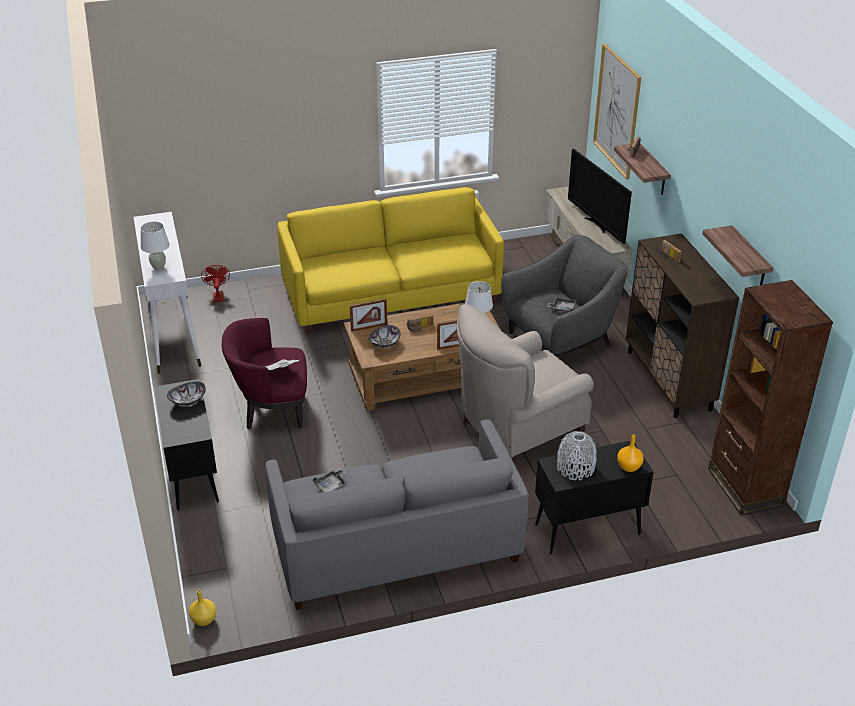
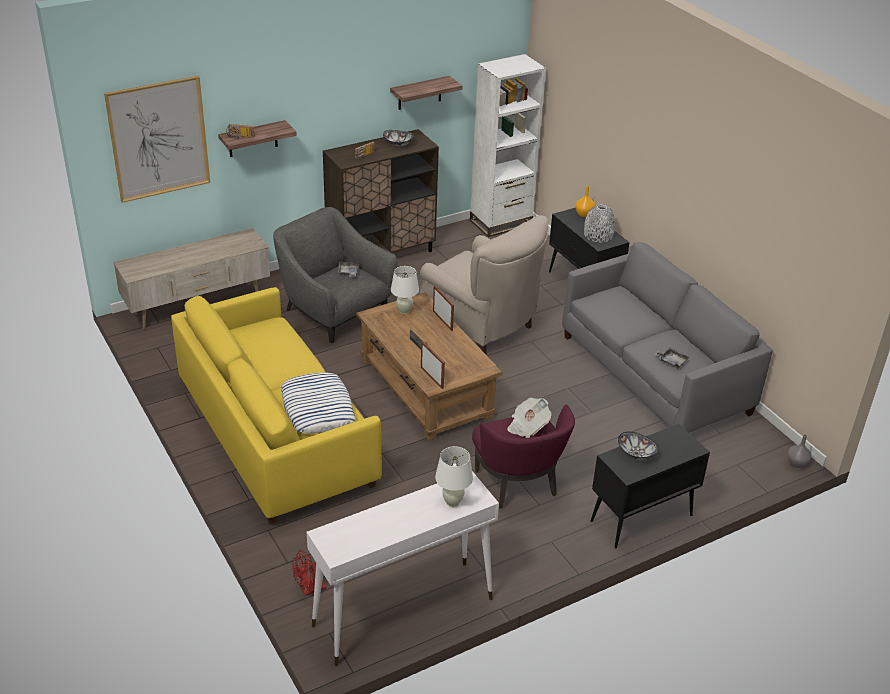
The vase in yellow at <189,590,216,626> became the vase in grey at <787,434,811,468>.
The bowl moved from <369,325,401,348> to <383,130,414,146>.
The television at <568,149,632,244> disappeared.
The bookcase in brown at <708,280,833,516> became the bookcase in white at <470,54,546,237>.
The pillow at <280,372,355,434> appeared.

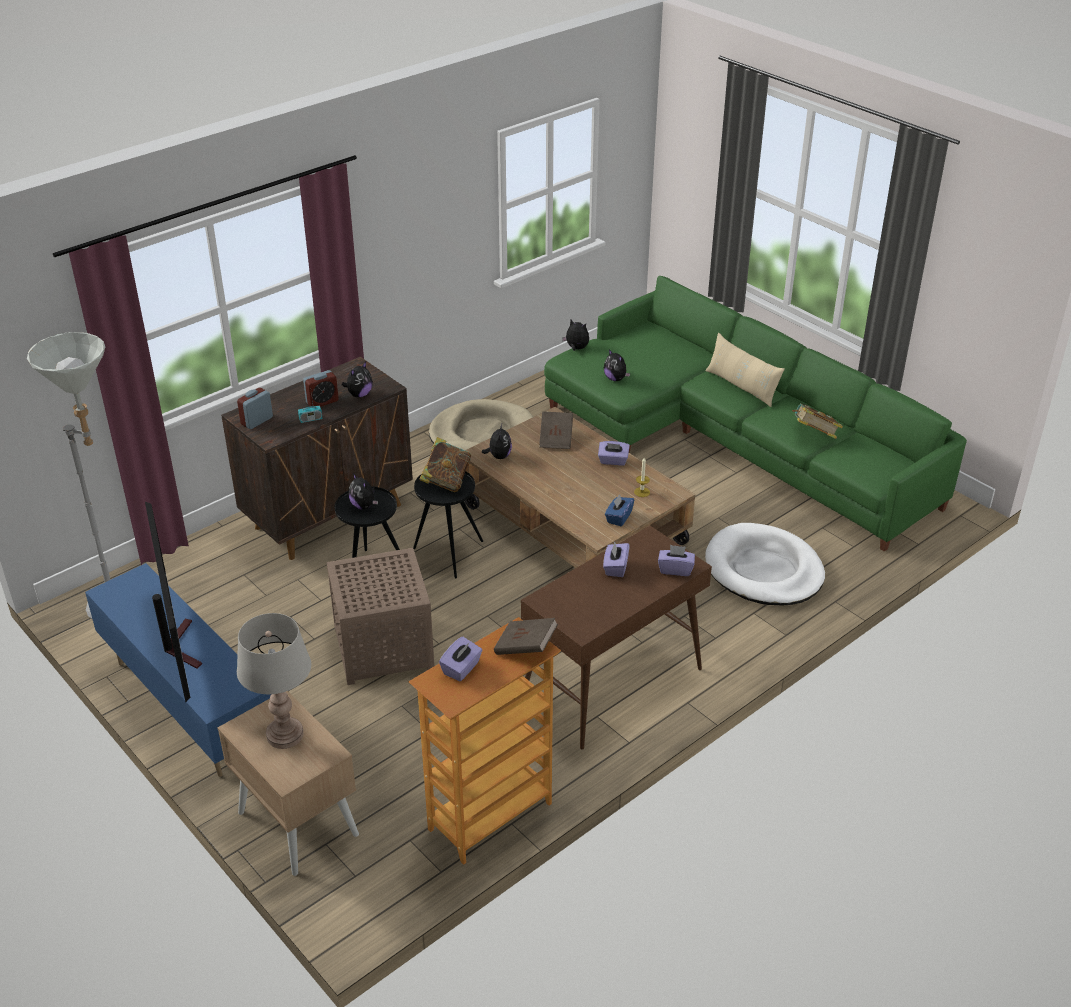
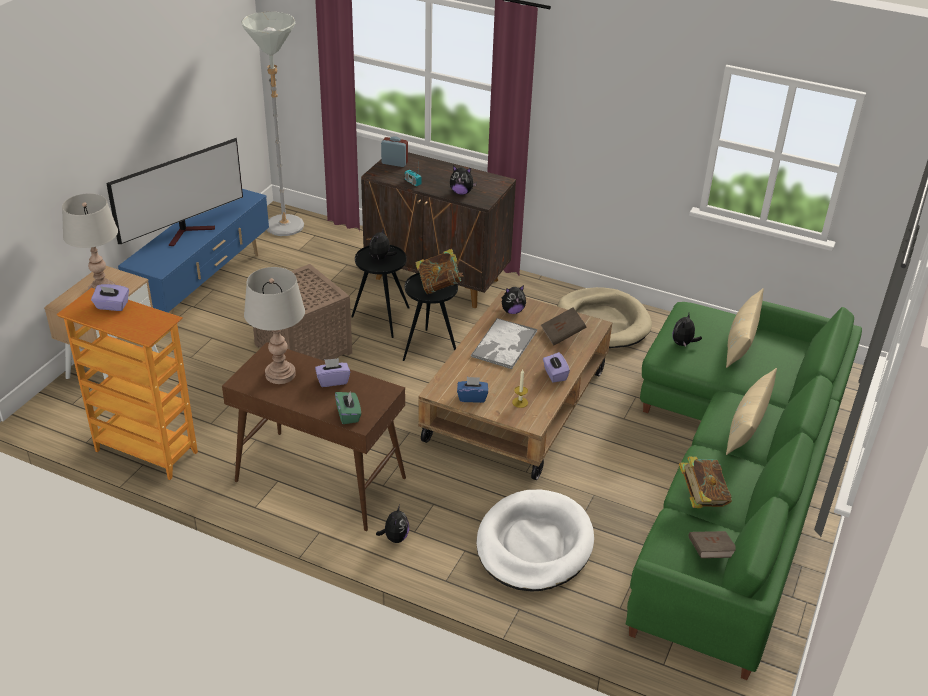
The alarm clock at <303,370,339,407> disappeared.
The book in brown moved from <494,618,558,655> to <688,531,735,558>.
The plush toy moved from <562,320,589,351> to <376,505,409,543>.
The tissue box in purple at <658,545,695,576> became the tissue box in green at <335,390,361,424>.
The table lamp in grey at <244,267,305,384> appeared.
The tray at <471,318,537,369> appeared.
The pillow in beige at <726,288,764,368> appeared.

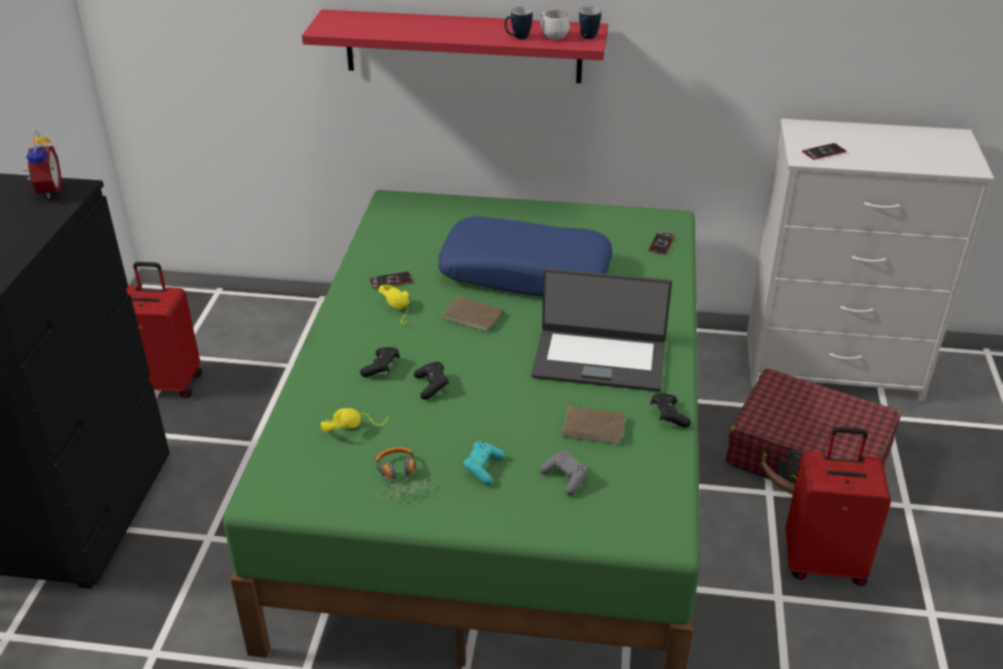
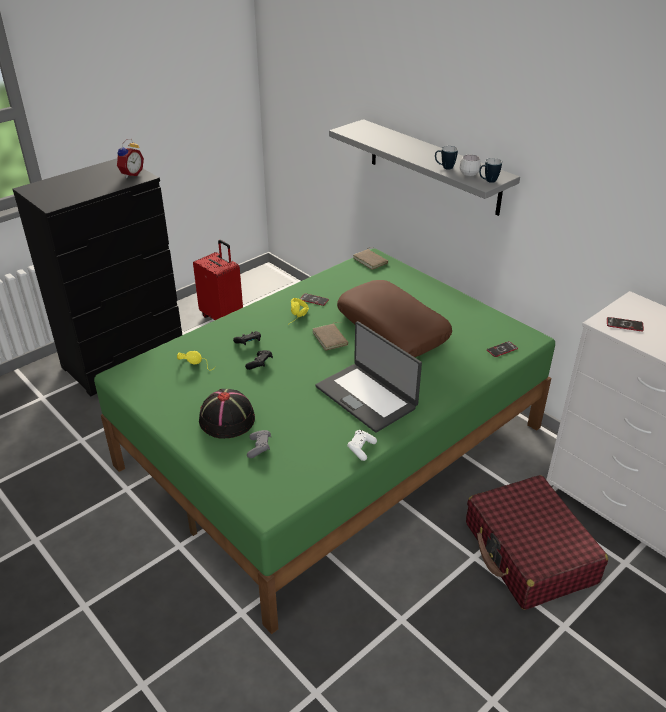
The shelf in red at <302,10,608,83> became the shelf in grey at <329,119,520,216>.
The headphones at <376,447,433,500> disappeared.
The pillow in blue at <438,216,612,297> became the pillow in brown at <337,280,452,357>.
The game controller in turquoise at <463,441,506,485> was replaced by the hat in black at <199,389,255,439>.
The book in brown moved from <561,398,625,445> to <353,247,388,270>.
The game controller in black at <650,393,691,428> became the game controller in white at <347,430,377,461>.
The suitcase in red at <785,427,891,586> disappeared.

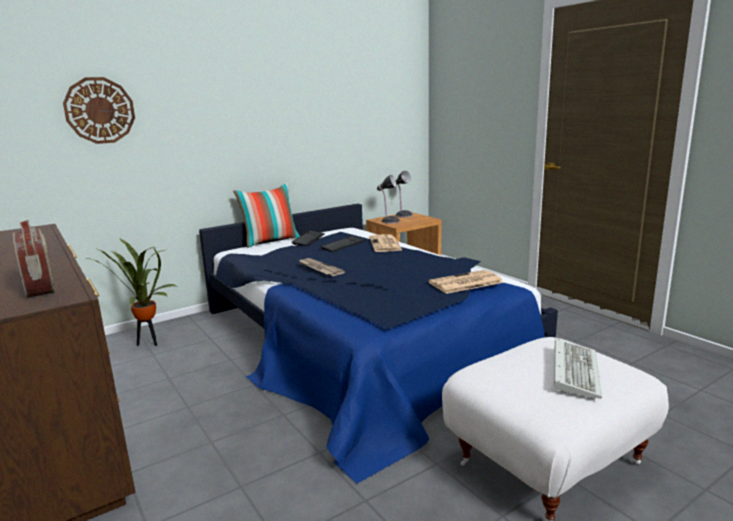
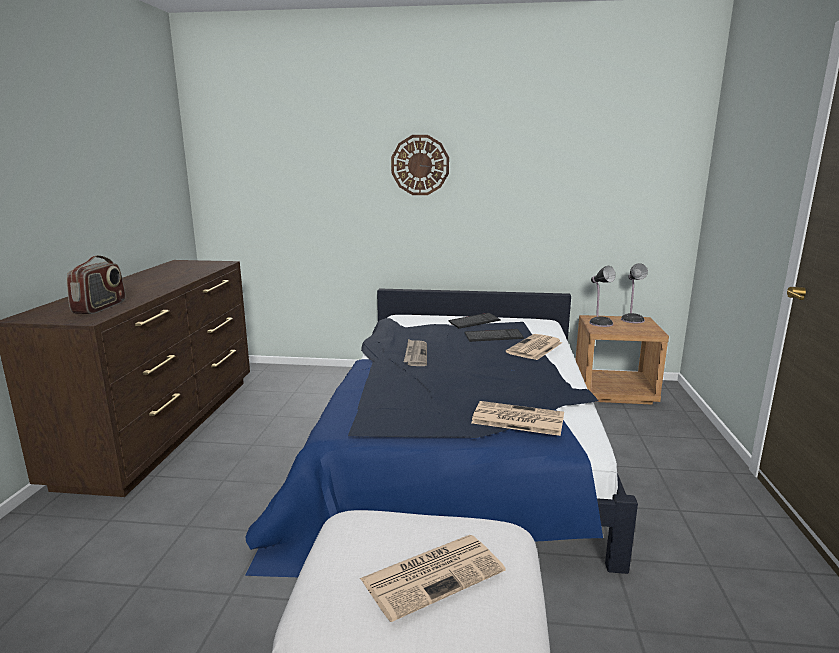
The wall clock moved from <63,77,135,144> to <391,135,449,195>.
The potted plant at <84,238,176,346> disappeared.
The pillow at <233,183,300,248> disappeared.
The keyboard at <554,338,602,399> was replaced by the newspaper at <360,535,505,622>.

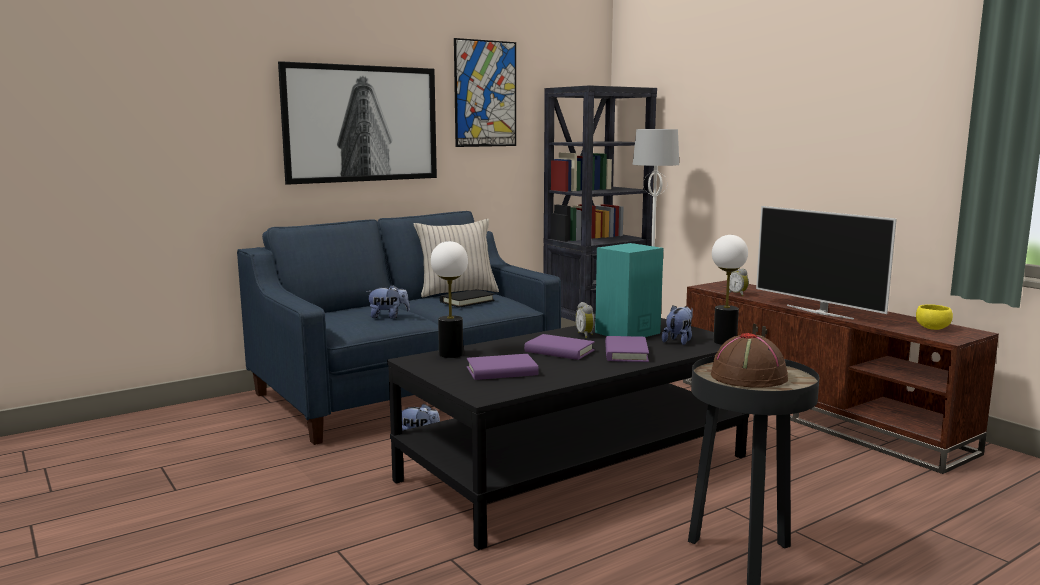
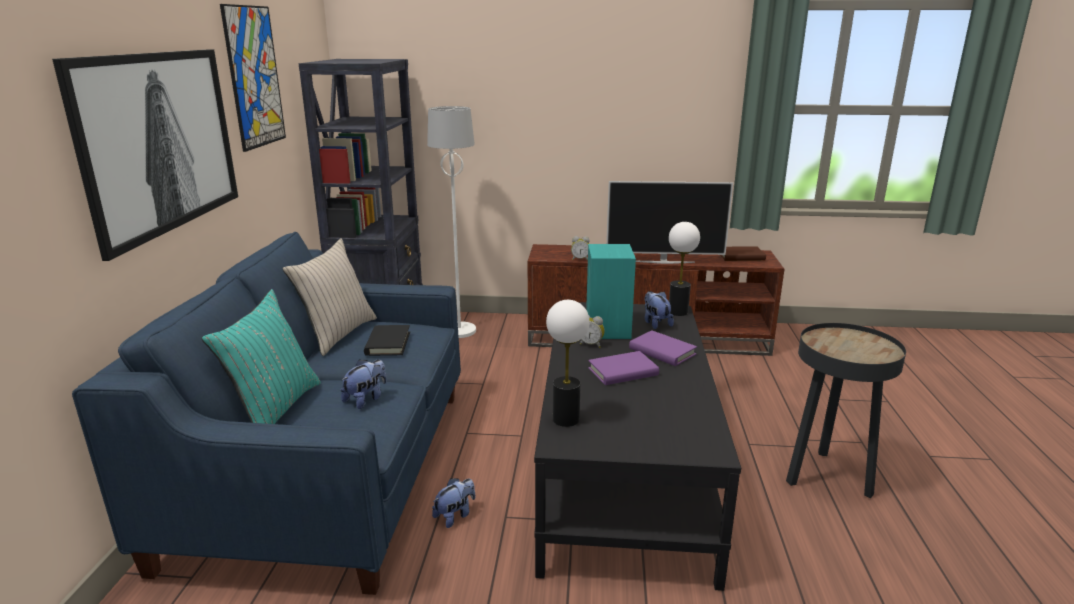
The book in purple at <467,354,539,380> disappeared.
The hat in brown at <711,332,788,388> disappeared.
The bowl in yellow at <916,304,953,330> was replaced by the book in brown at <720,246,766,261>.
The pillow in turquoise at <202,289,321,424> appeared.

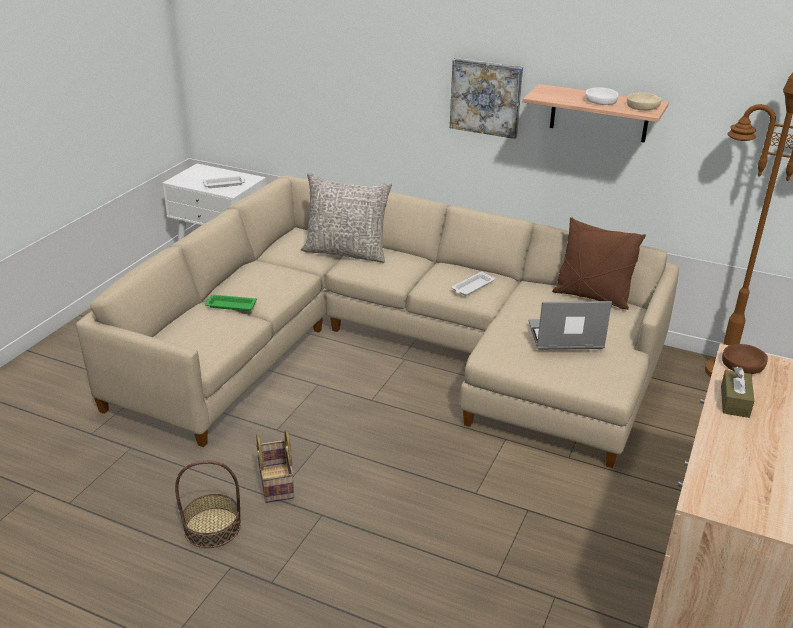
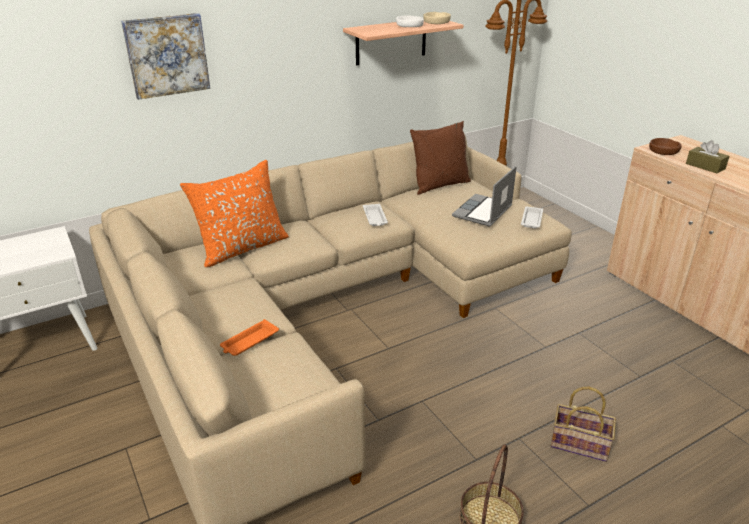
The tray in white moved from <203,176,246,188> to <521,207,543,229>.
The tray in green at <205,295,257,311> became the tray in orange at <220,319,279,356>.
The basket moved from <256,430,294,503> to <551,387,616,462>.
The pillow in grey at <301,173,392,263> became the pillow in orange at <180,160,289,267>.
The picture moved from <450,58,523,139> to <121,13,210,100>.

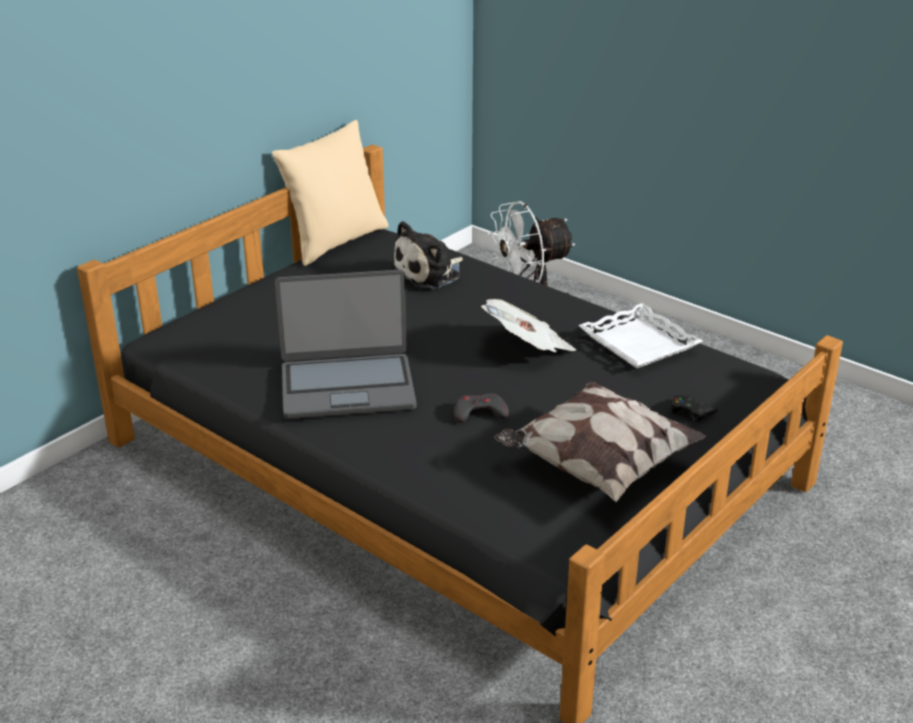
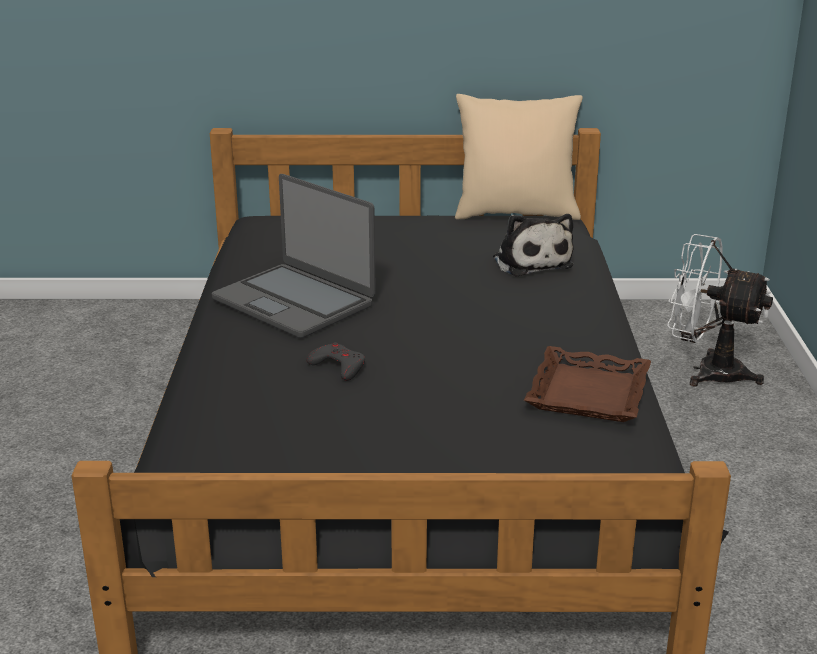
The plush toy at <390,221,463,289> turned 120 degrees counterclockwise.
The newspaper at <481,299,576,353> disappeared.
The pillow at <494,382,707,502> disappeared.
The tray in white at <578,303,703,368> became the tray in brown at <524,346,651,422>.
The game controller in black at <671,395,717,422> disappeared.

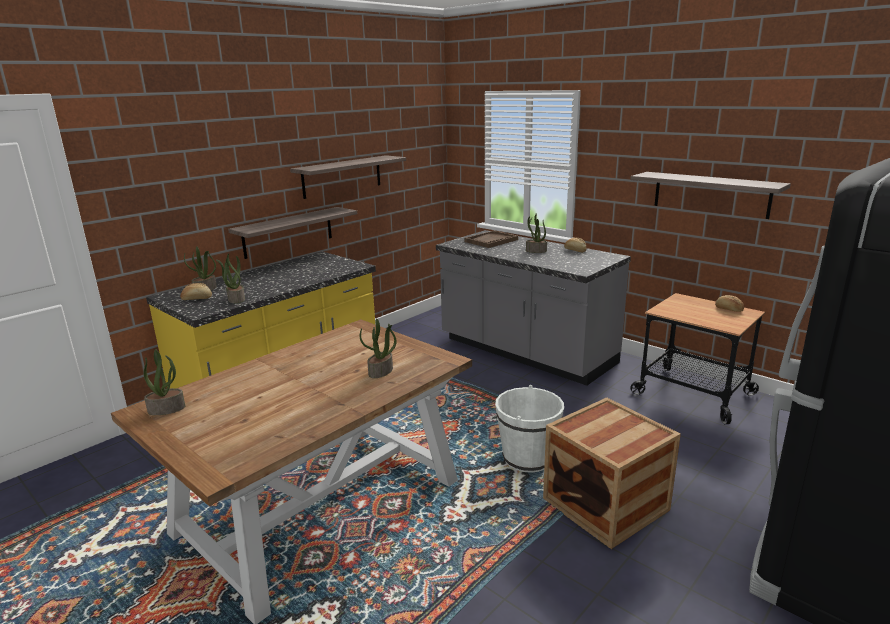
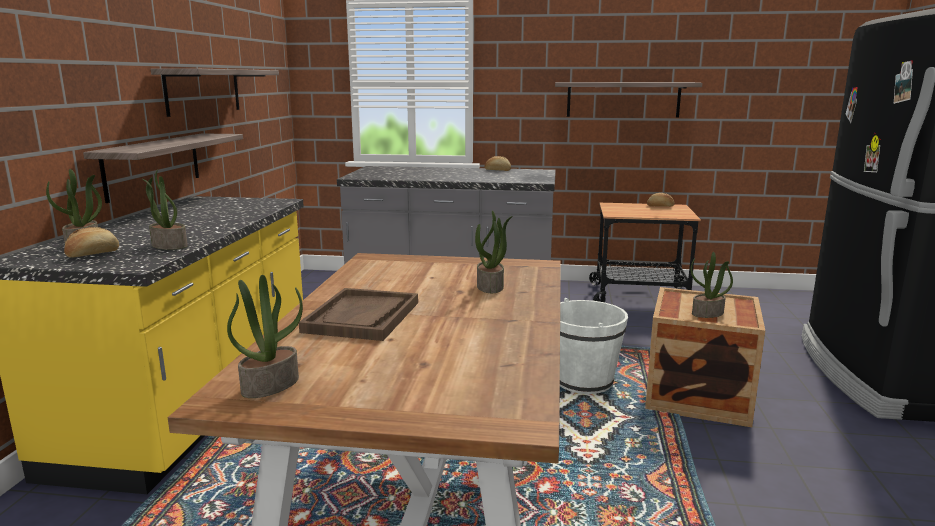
The tray in brown moved from <465,231,518,248> to <299,288,418,341>.
The potted plant moved from <526,213,547,253> to <690,252,733,318>.

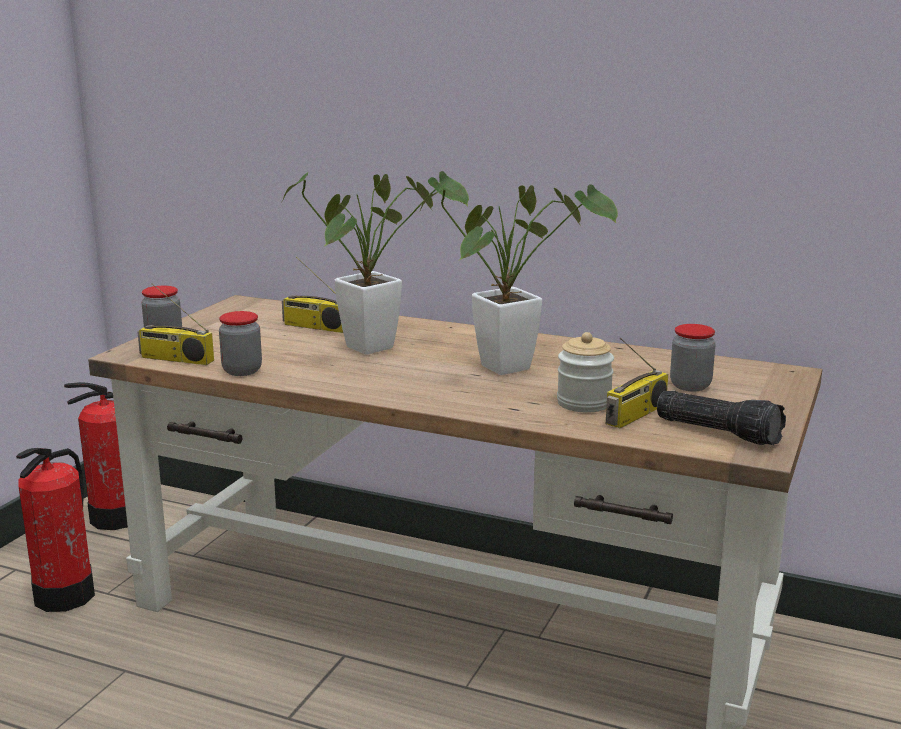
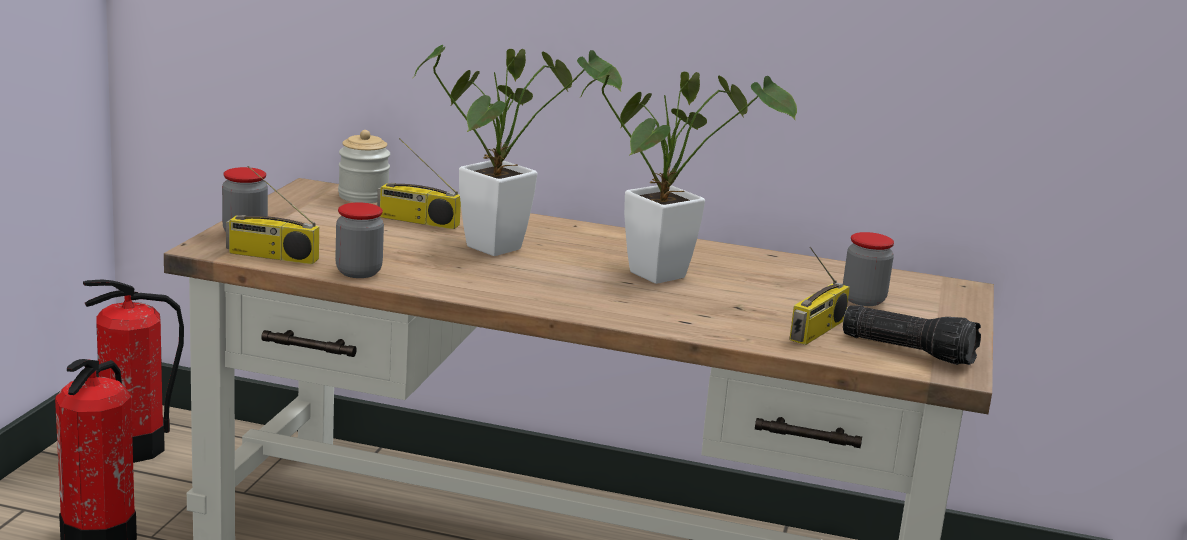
The jar moved from <557,332,614,412> to <338,130,390,203>.

